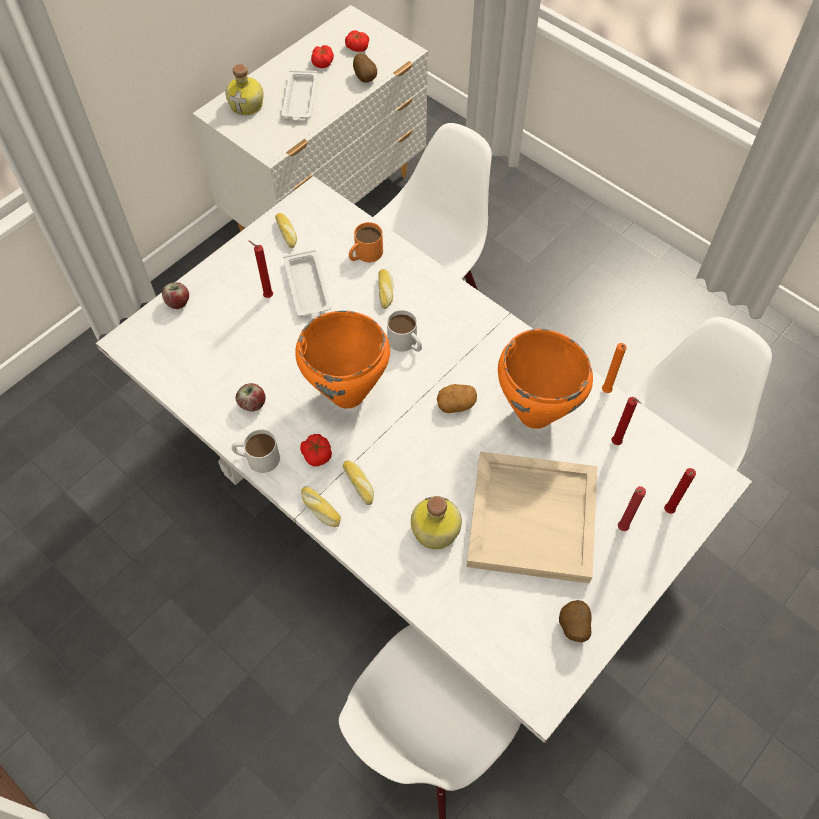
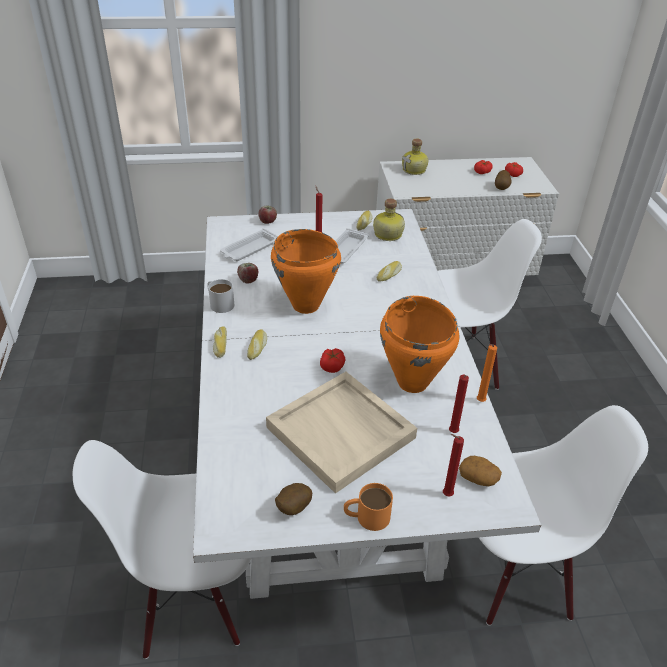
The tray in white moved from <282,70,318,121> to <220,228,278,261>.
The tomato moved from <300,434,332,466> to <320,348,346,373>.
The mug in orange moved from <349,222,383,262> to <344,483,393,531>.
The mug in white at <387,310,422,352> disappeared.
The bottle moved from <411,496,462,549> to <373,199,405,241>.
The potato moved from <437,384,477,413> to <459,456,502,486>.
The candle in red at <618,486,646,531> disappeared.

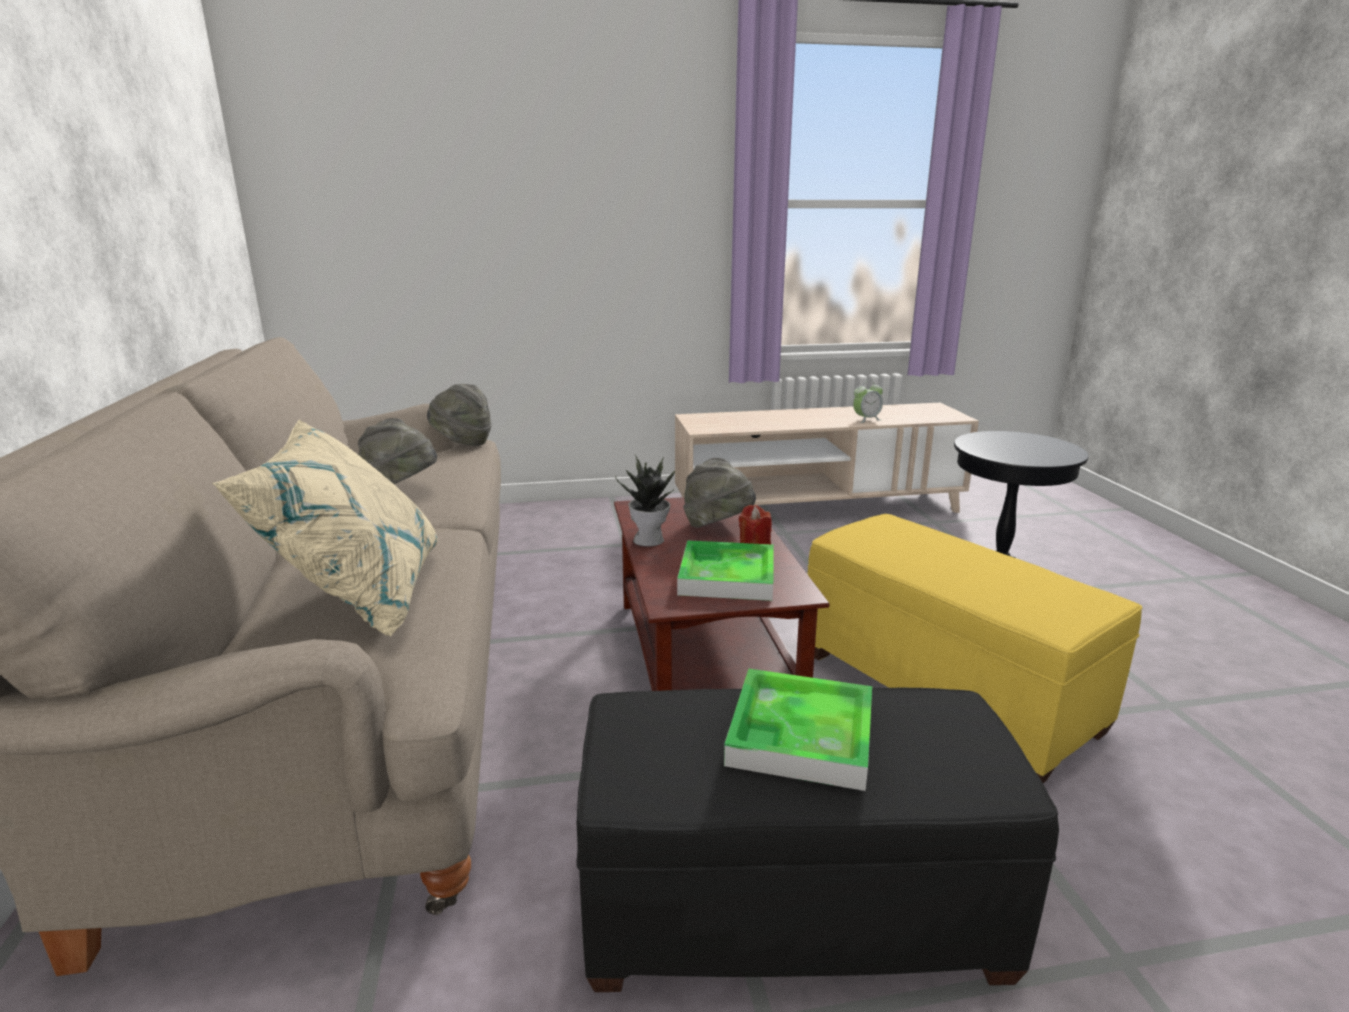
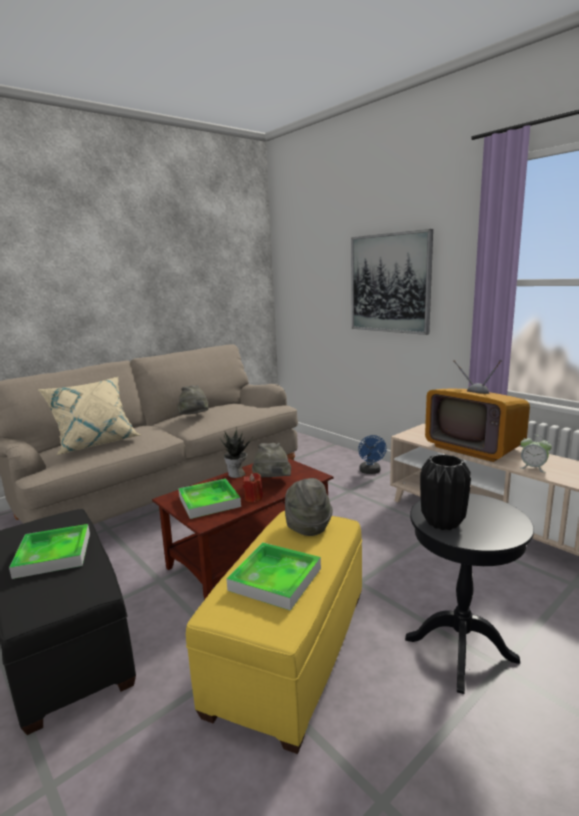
The hat in grey moved from <427,384,492,446> to <285,478,333,536>.
The tray at <226,542,321,611> appeared.
The picture at <351,229,433,335> appeared.
The fan in blue at <358,435,387,474> appeared.
The vase in black at <420,454,471,530> appeared.
The television at <425,360,530,462> appeared.

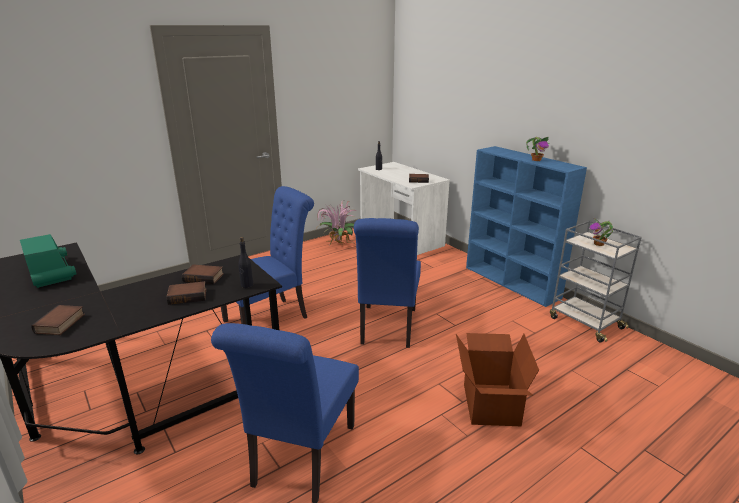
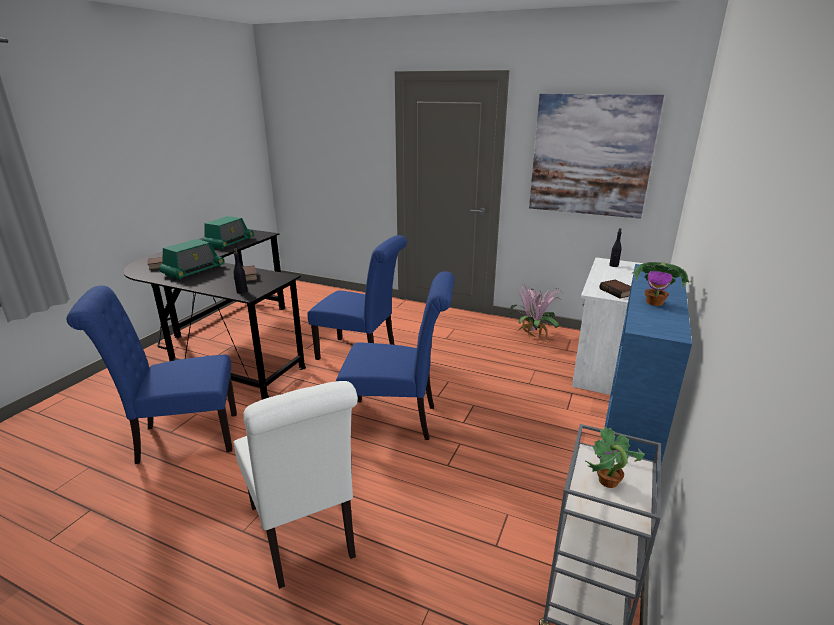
The book at <166,281,206,305> disappeared.
The chair in blue at <354,218,421,348> turned 150 degrees counterclockwise.
The cardboard box at <456,333,539,426> was replaced by the chair in white at <233,381,358,589>.
The radio at <159,239,225,280> appeared.
The picture at <529,94,664,219> appeared.

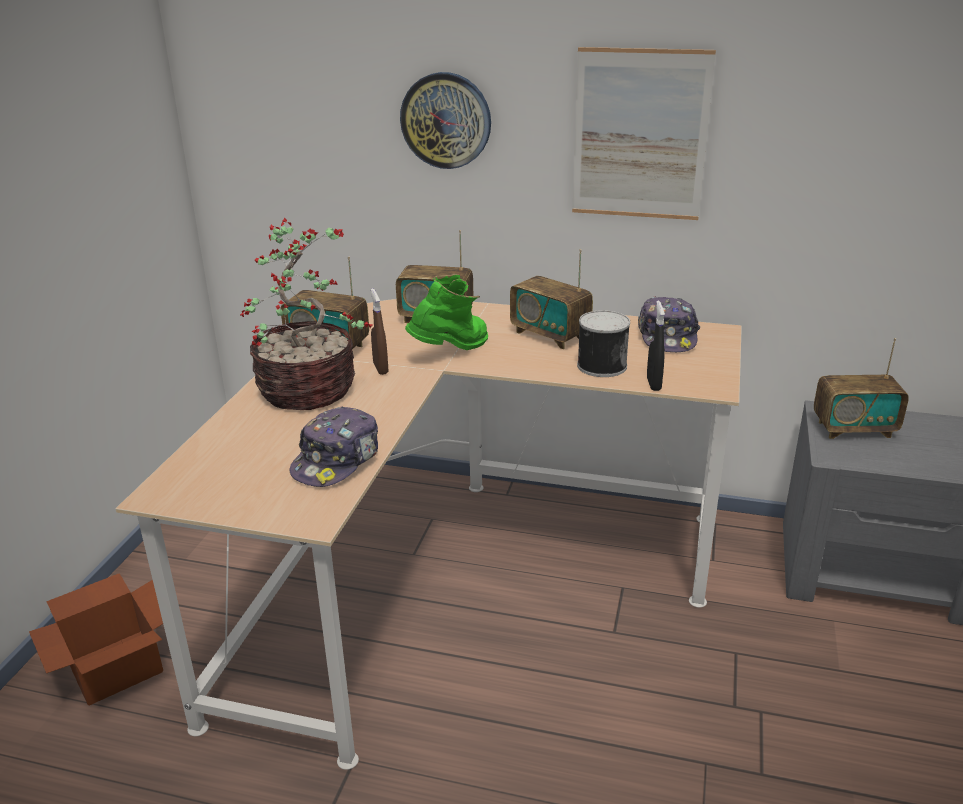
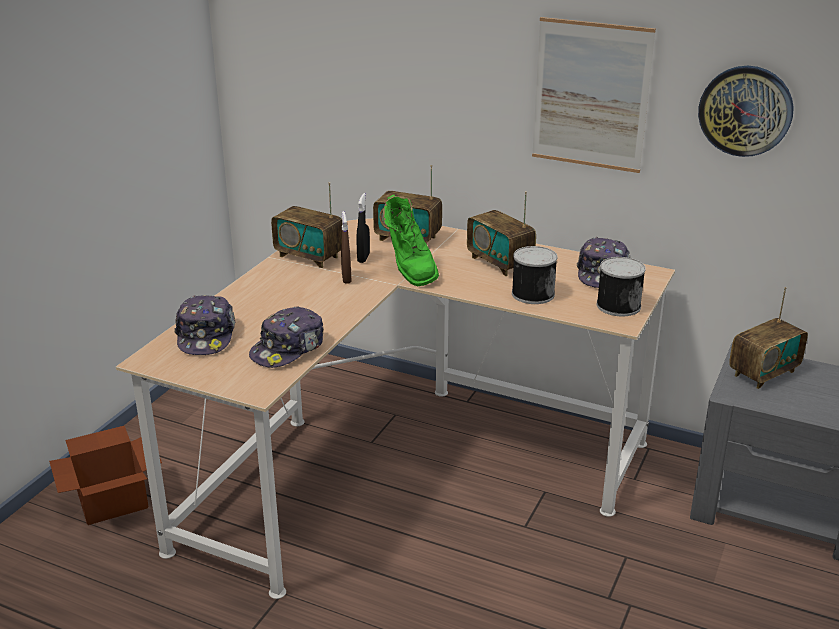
The potted plant at <240,218,373,410> disappeared.
The wall clock moved from <400,72,491,169> to <698,66,794,157>.
The boot in green at <405,274,488,350> turned 105 degrees clockwise.
The spray bottle in black moved from <647,301,665,391> to <356,193,370,263>.
The radio at <814,338,909,439> turned 45 degrees counterclockwise.
The cap at <174,295,235,355> appeared.
The can at <597,257,646,316> appeared.

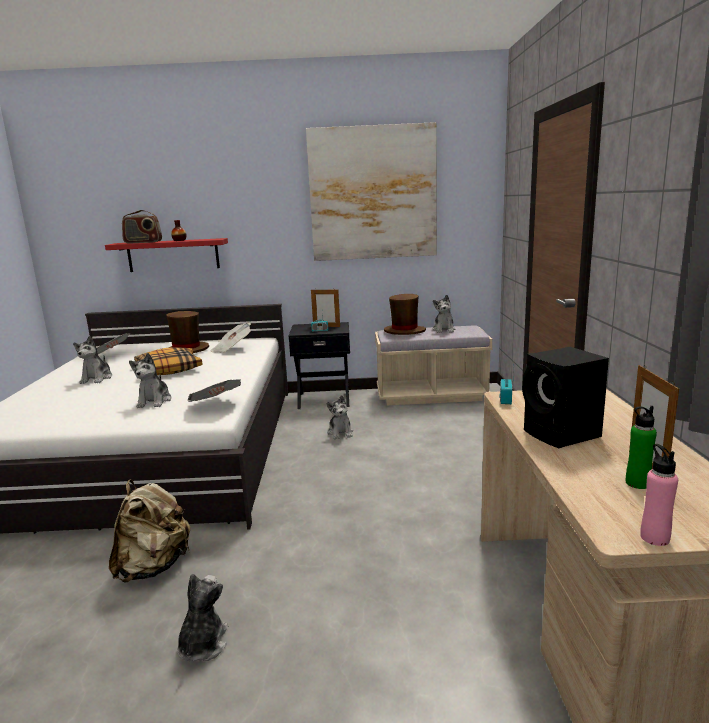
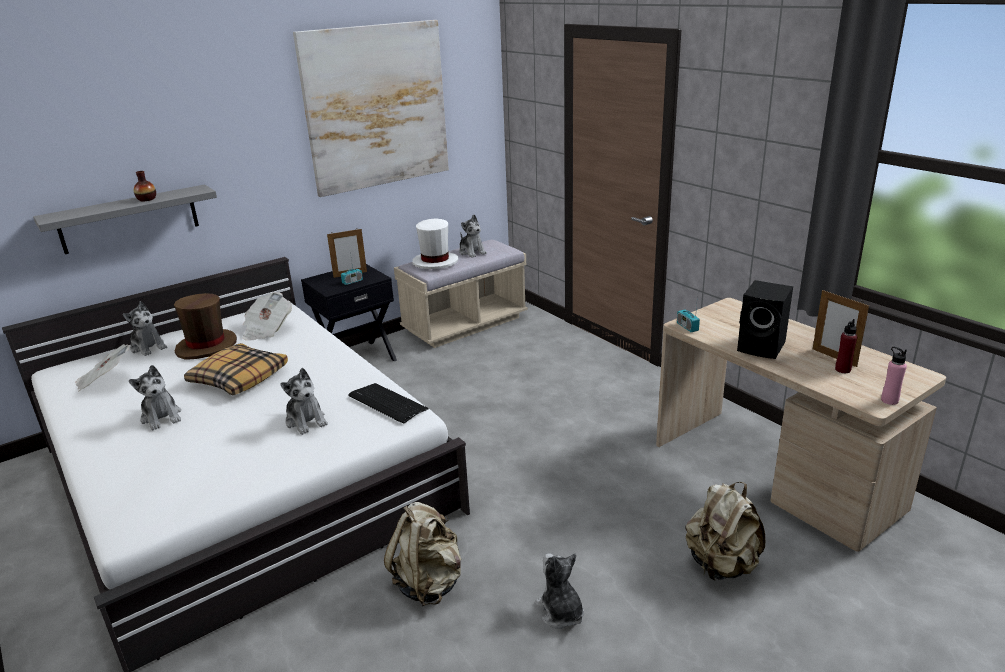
The shelf in red at <105,238,228,272> became the shelf in grey at <33,184,217,254>.
The radio at <122,210,162,243> disappeared.
The newspaper at <188,379,241,402> was replaced by the keyboard at <348,383,428,423>.
The plush toy moved from <326,395,353,439> to <123,301,167,356>.
The hat in brown at <384,294,426,335> became the hat in white at <412,218,458,269>.
The bottle in green at <626,406,657,489> became the bottle in red at <835,319,857,373>.
The backpack in beige at <686,482,765,581> appeared.

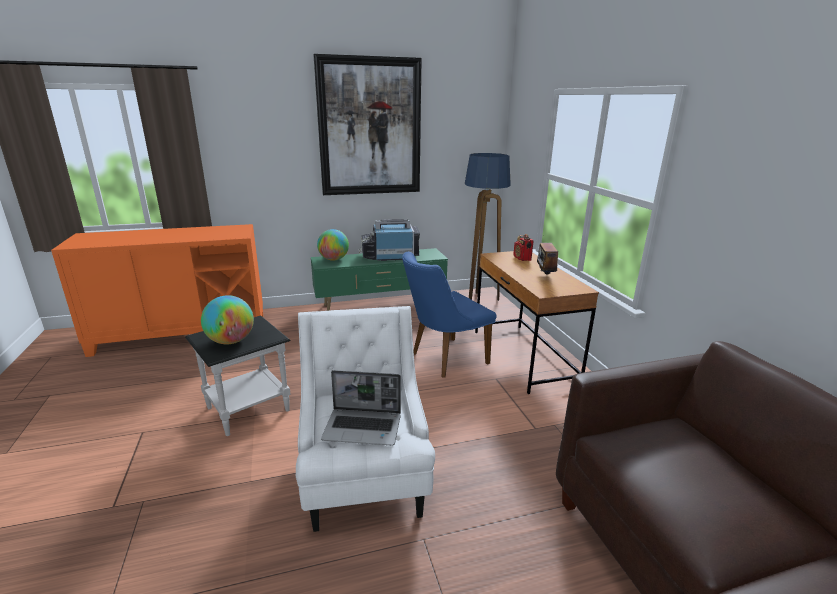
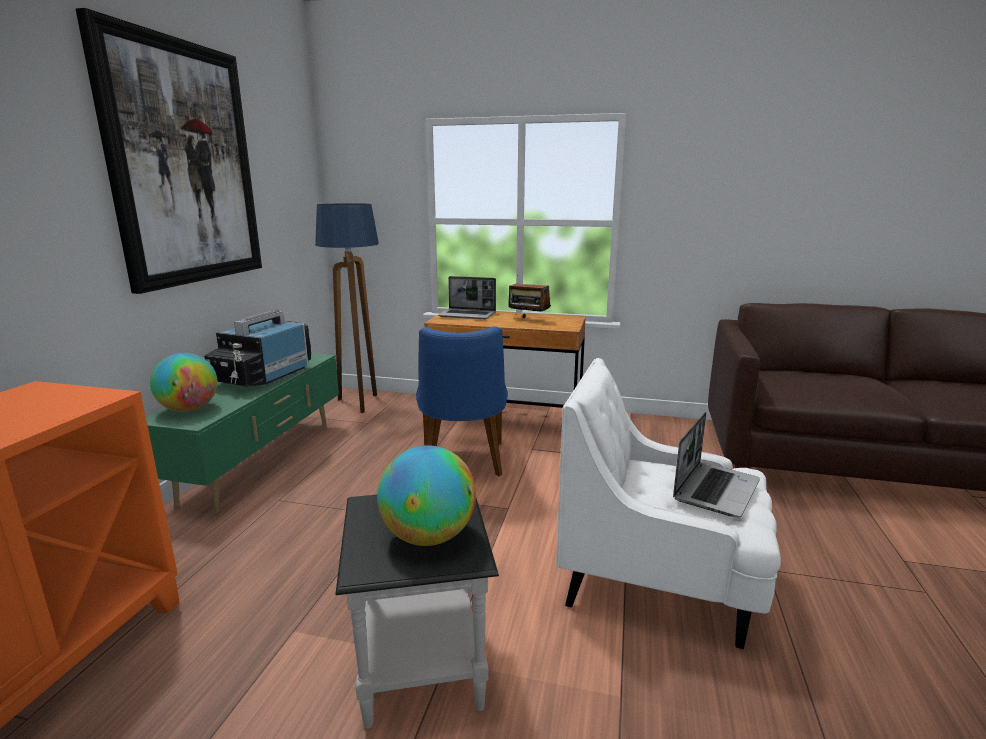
The radio at <513,234,534,261> was replaced by the laptop at <438,276,496,319>.

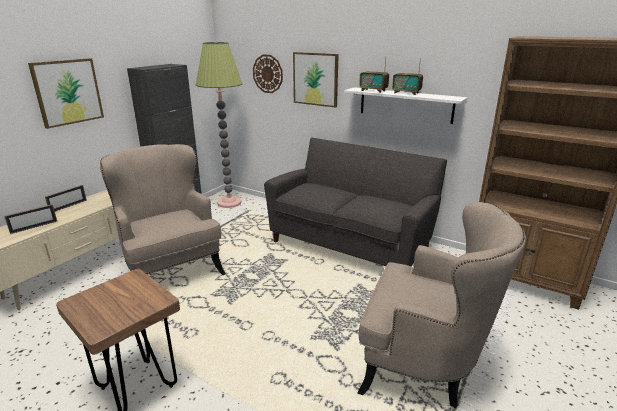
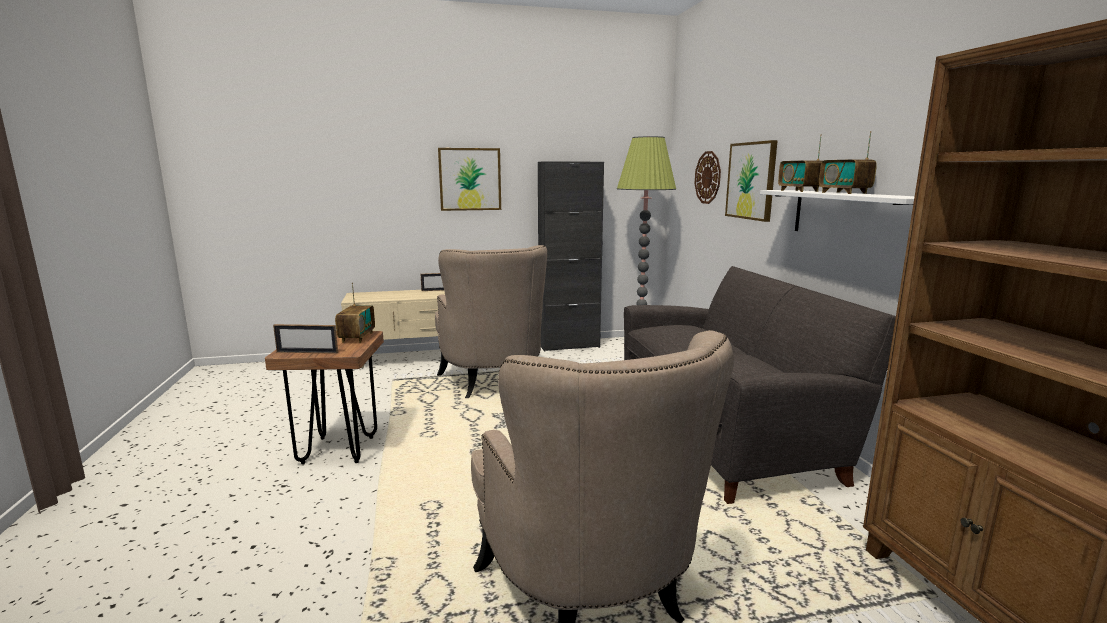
The picture frame moved from <4,204,57,234> to <273,324,338,354>.
The armchair in beige at <100,144,226,275> turned 150 degrees clockwise.
The radio at <335,283,375,343> appeared.

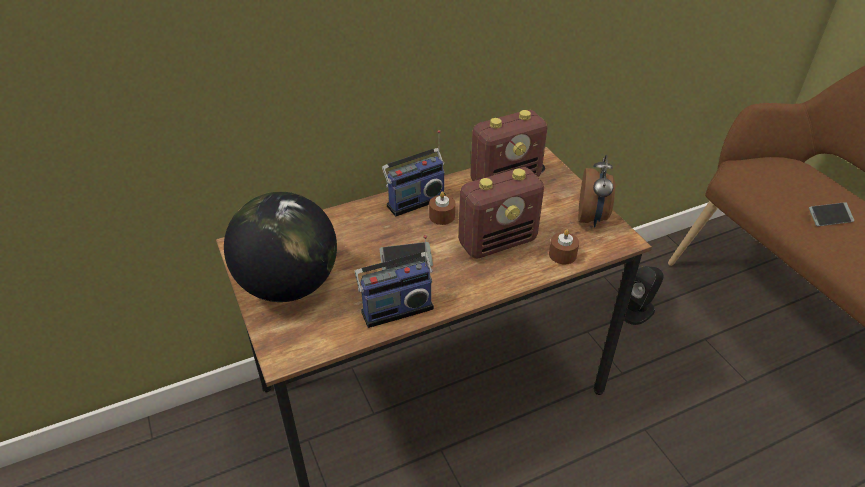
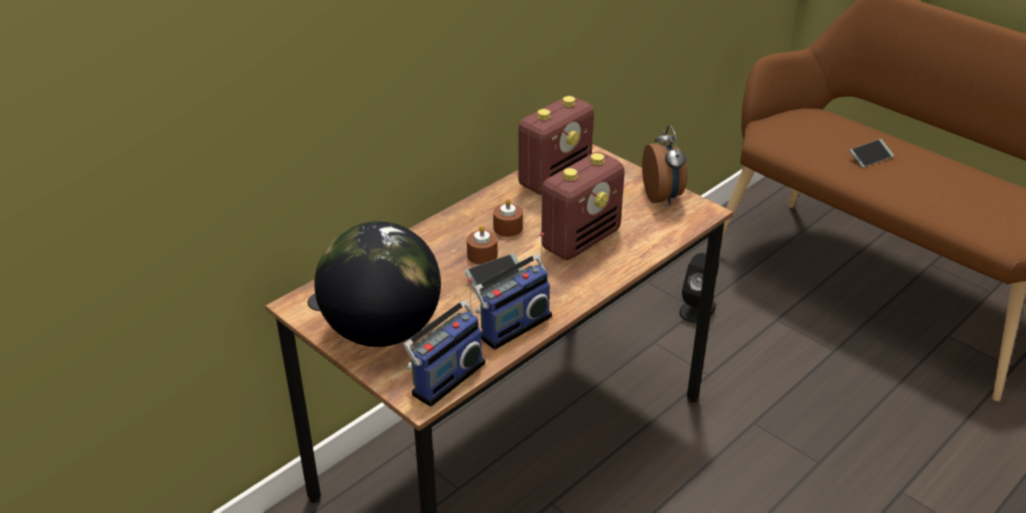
The radio moved from <382,130,446,217> to <403,278,485,407>.
The candle in brown moved from <549,229,579,264> to <467,225,498,265>.

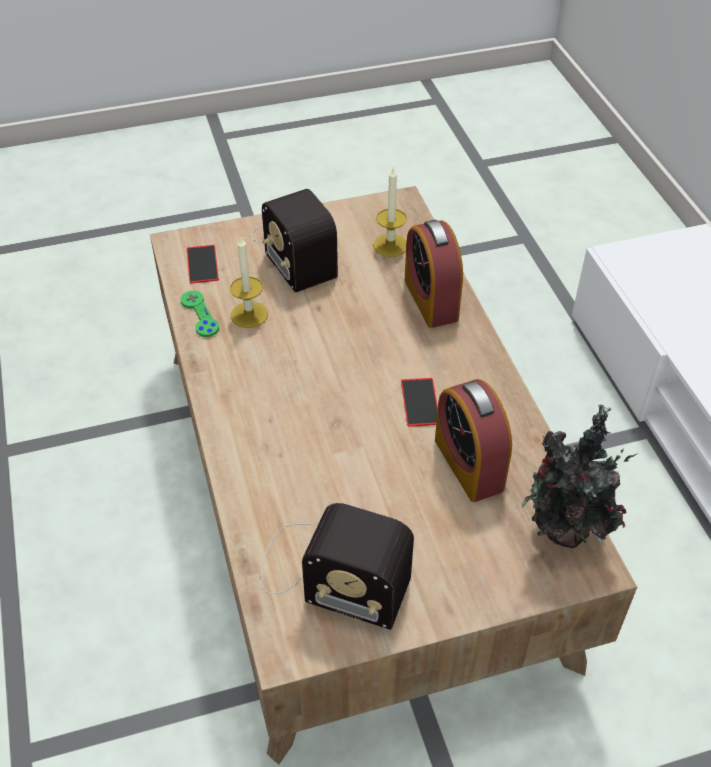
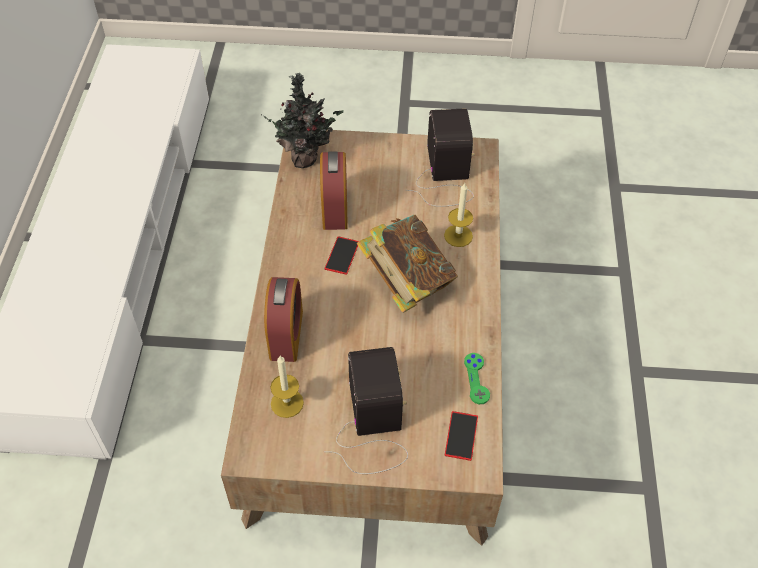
The candle moved from <230,237,268,328> to <444,183,473,247>.
The radio at <261,503,414,630> turned 45 degrees clockwise.
The book at <357,215,458,313> appeared.

